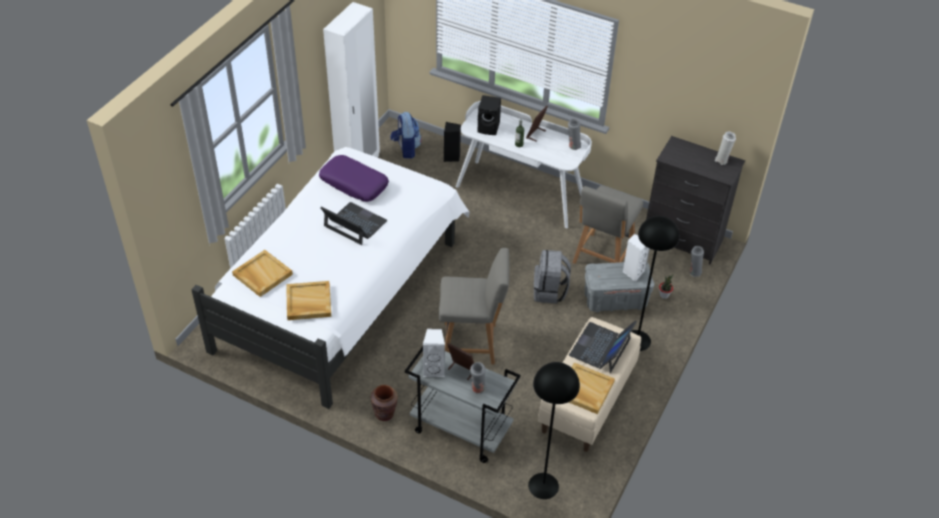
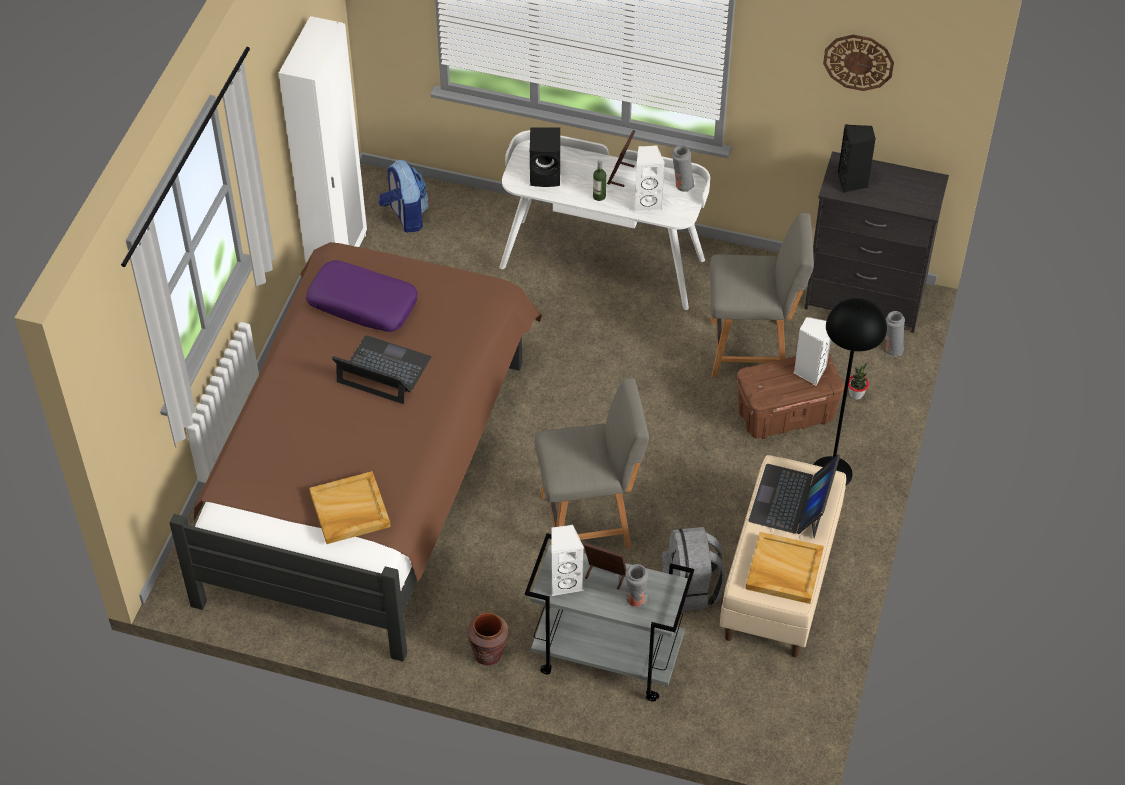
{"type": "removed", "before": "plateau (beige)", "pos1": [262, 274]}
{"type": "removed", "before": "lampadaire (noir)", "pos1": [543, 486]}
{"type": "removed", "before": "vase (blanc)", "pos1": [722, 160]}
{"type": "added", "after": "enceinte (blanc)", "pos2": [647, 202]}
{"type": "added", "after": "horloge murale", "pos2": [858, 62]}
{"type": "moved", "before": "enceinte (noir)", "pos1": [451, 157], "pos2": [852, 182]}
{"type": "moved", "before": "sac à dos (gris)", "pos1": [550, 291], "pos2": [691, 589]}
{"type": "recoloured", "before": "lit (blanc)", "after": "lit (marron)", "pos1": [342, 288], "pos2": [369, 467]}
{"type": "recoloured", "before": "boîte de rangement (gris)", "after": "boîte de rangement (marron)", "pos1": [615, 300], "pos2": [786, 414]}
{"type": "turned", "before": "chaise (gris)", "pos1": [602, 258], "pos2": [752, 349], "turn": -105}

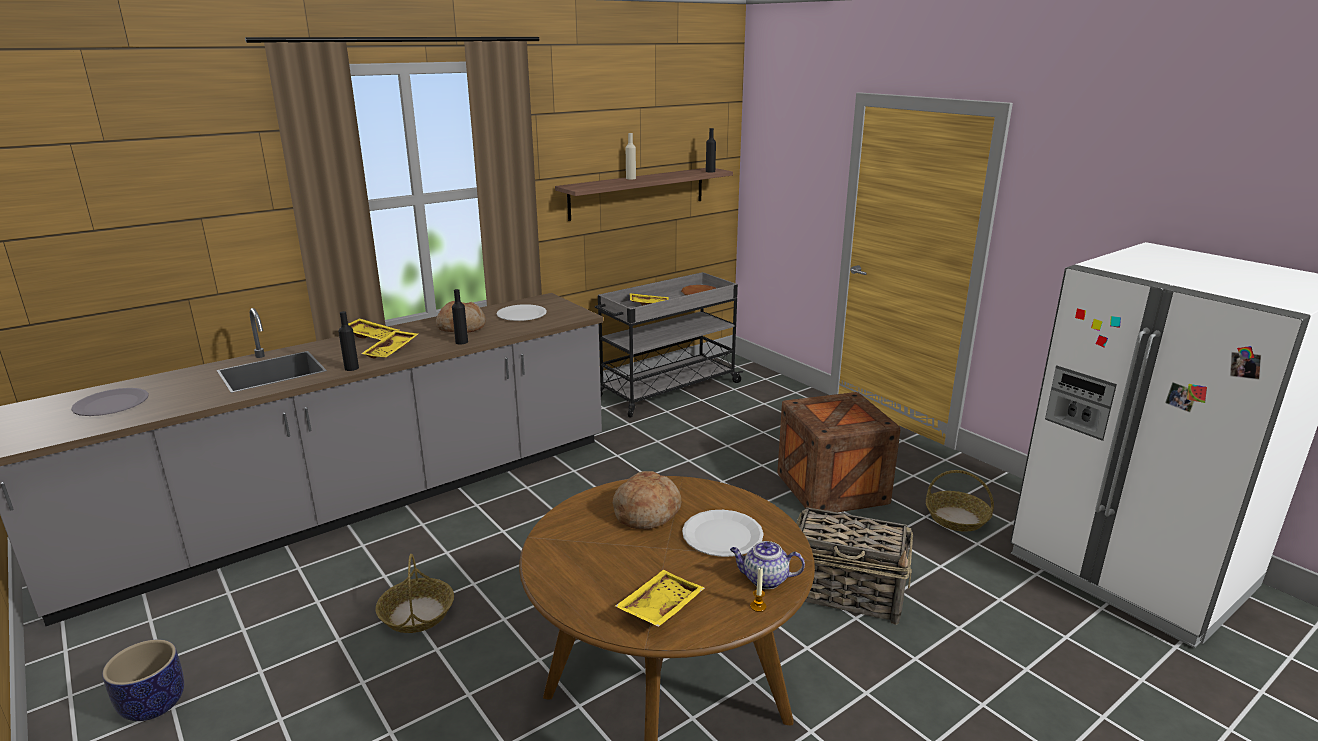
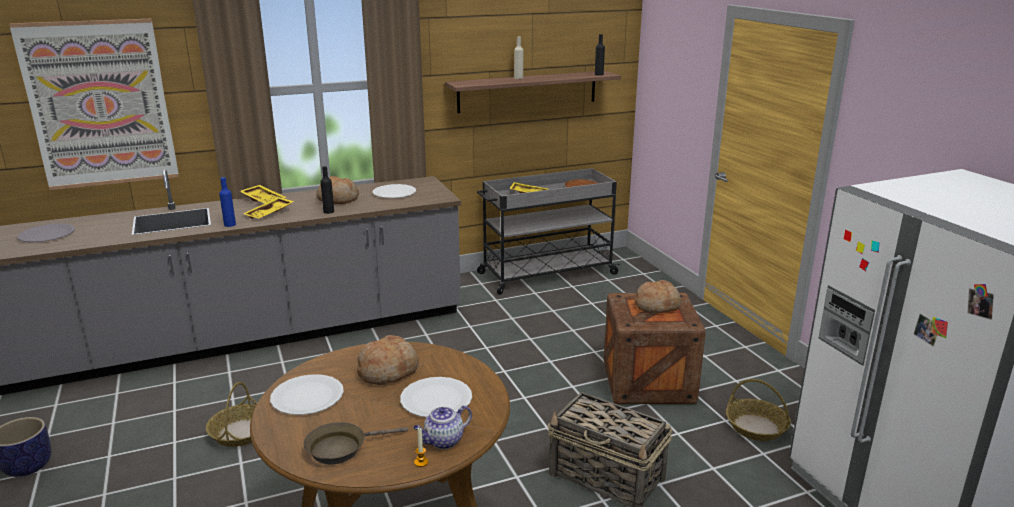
{"type": "added", "after": "tableau", "pos2": [100, 104]}
{"type": "added", "after": "assiette (blanc)", "pos2": [307, 397]}
{"type": "added", "after": "pain", "pos2": [657, 305]}
{"type": "replaced", "before": "plateau (jaune)", "after": "poêle (marron)", "pos1": [659, 607], "pos2": [341, 448]}
{"type": "recoloured", "before": "bouteille (noir)", "after": "bouteille (bleu)", "pos1": [351, 368], "pos2": [230, 224]}
{"type": "turned", "before": "théière", "pos1": [764, 580], "pos2": [443, 441], "turn": -60}

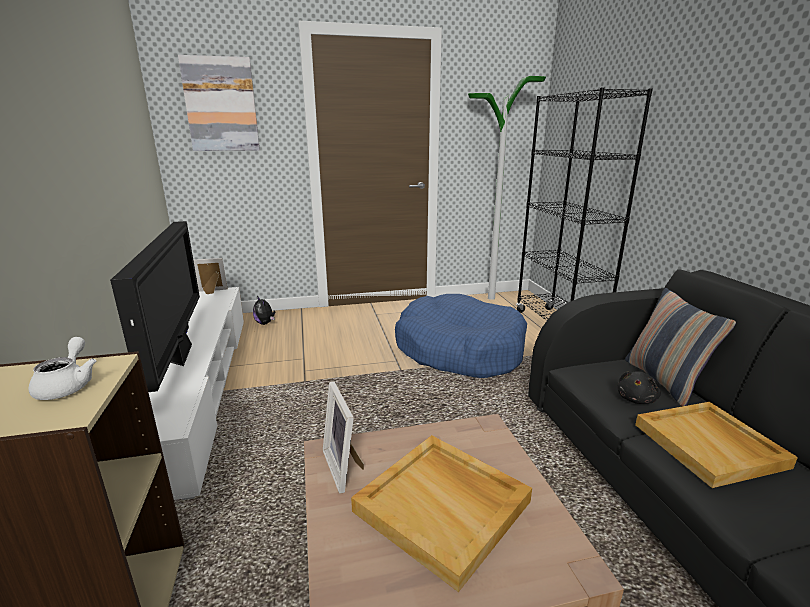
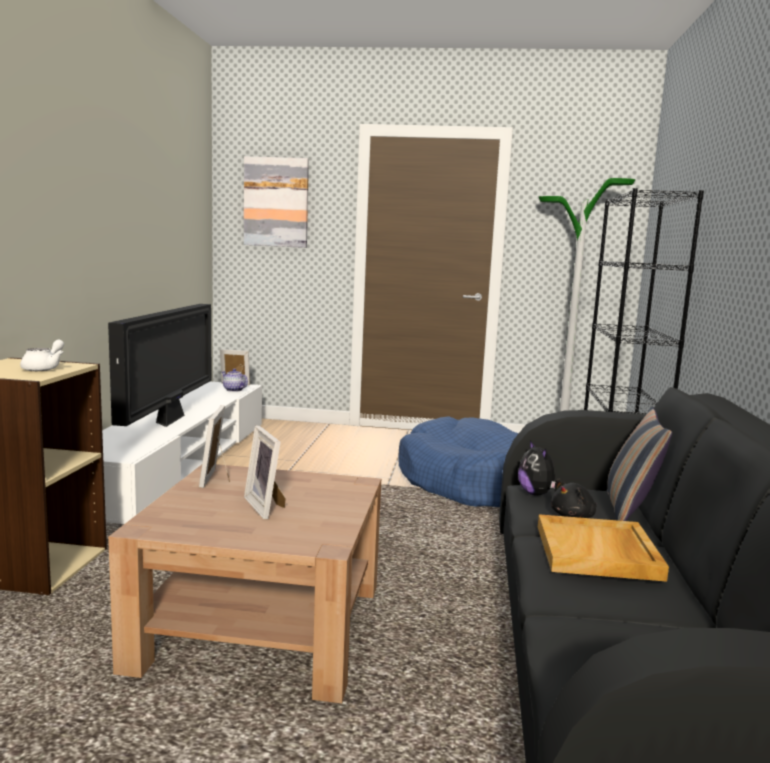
{"type": "added", "after": "théière", "pos2": [233, 390]}
{"type": "moved", "before": "peluche", "pos1": [265, 323], "pos2": [536, 494]}
{"type": "replaced", "before": "plateau (beige)", "after": "cadre photo", "pos1": [444, 506], "pos2": [267, 506]}

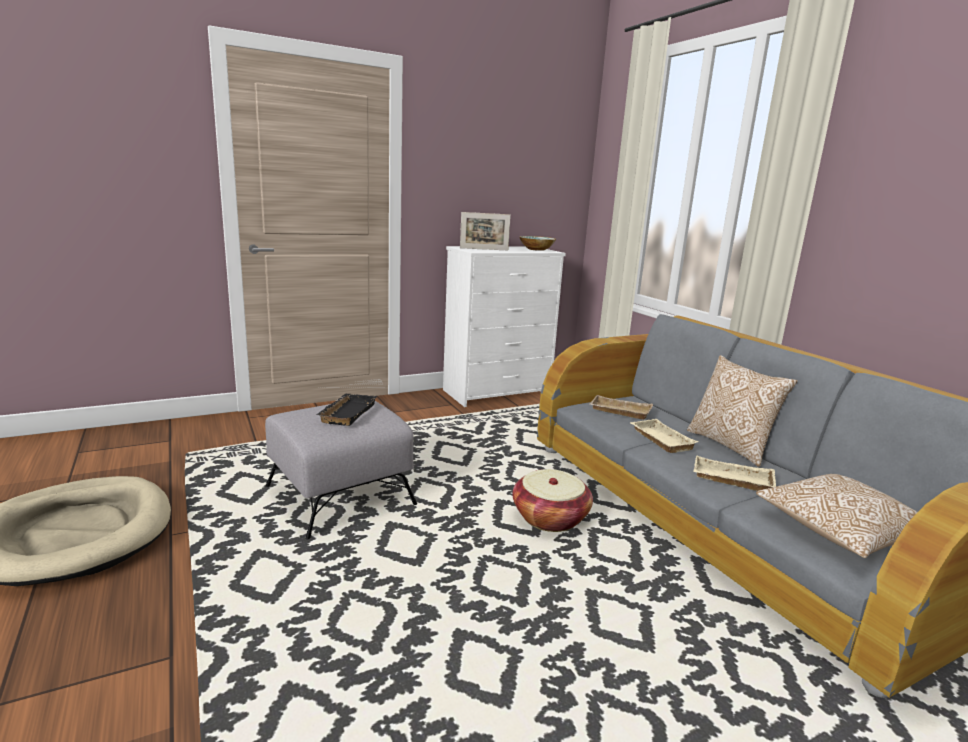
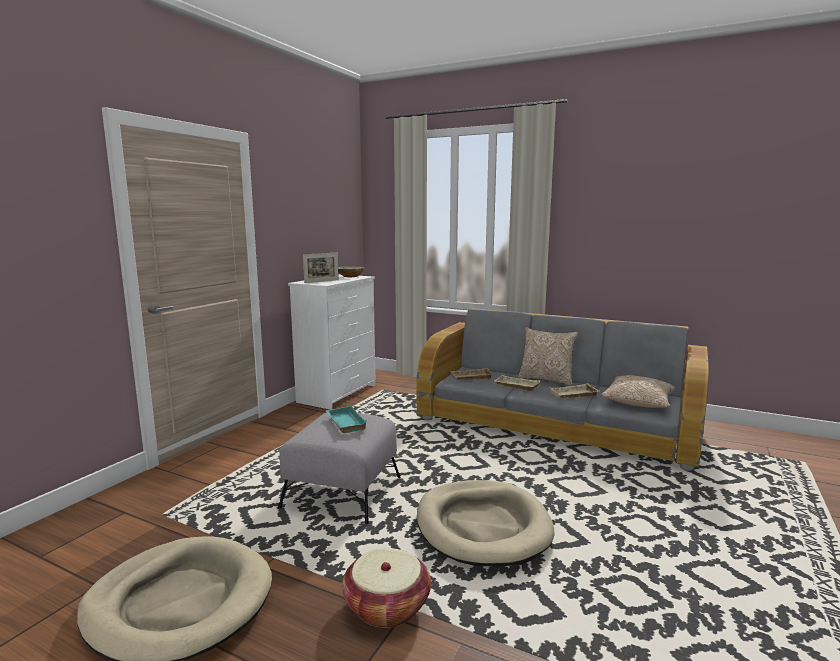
{"type": "added", "after": "panier pour chien (beige)", "pos2": [482, 526]}
{"type": "moved", "before": "panier", "pos1": [550, 518], "pos2": [387, 606]}
{"type": "recoloured", "before": "plateau (noir)", "after": "plateau (turquoise)", "pos1": [346, 413], "pos2": [344, 423]}

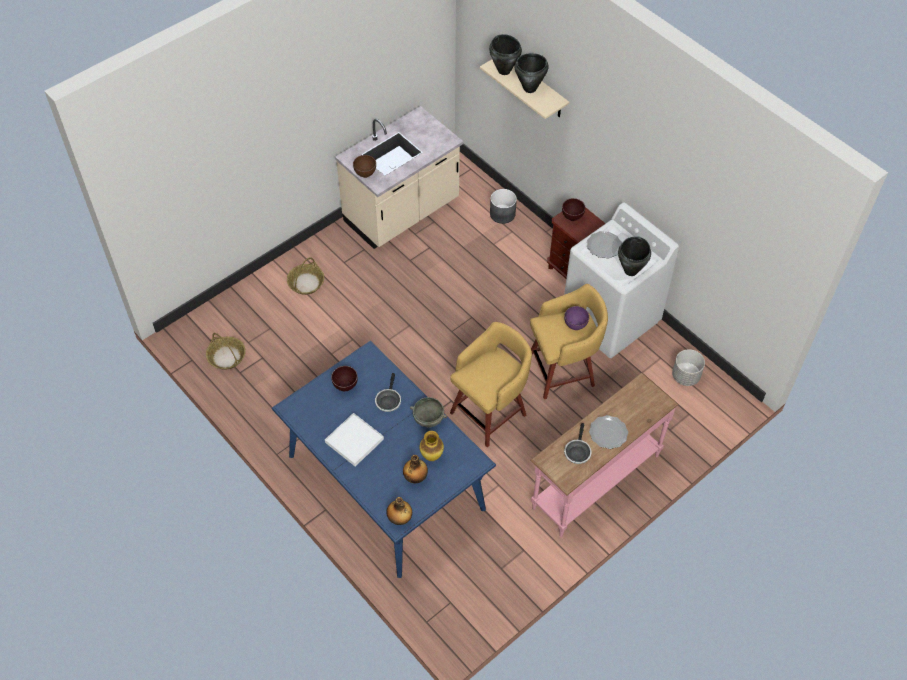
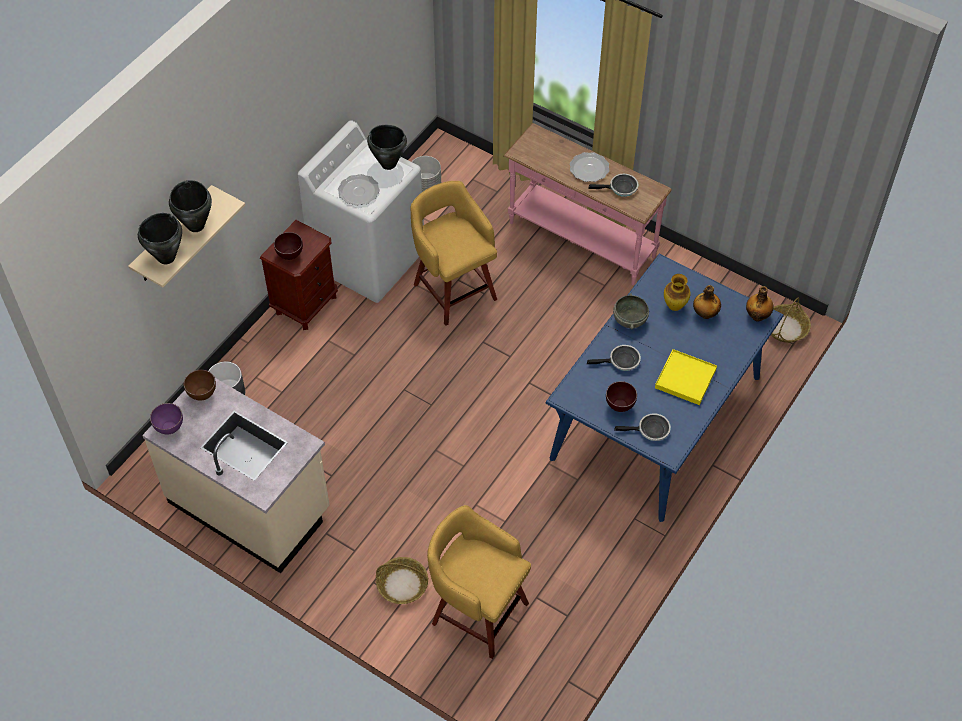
{"type": "added", "after": "poêle", "pos2": [650, 430]}
{"type": "moved", "before": "panier", "pos1": [227, 357], "pos2": [785, 328]}
{"type": "moved", "before": "bol (marron)", "pos1": [366, 174], "pos2": [202, 394]}
{"type": "moved", "before": "tabouret (jaune)", "pos1": [490, 412], "pos2": [477, 611]}
{"type": "moved", "before": "bol (violet)", "pos1": [574, 326], "pos2": [169, 429]}
{"type": "recoloured", "before": "plateau (blanc)", "after": "plateau (jaune)", "pos1": [354, 441], "pos2": [685, 379]}

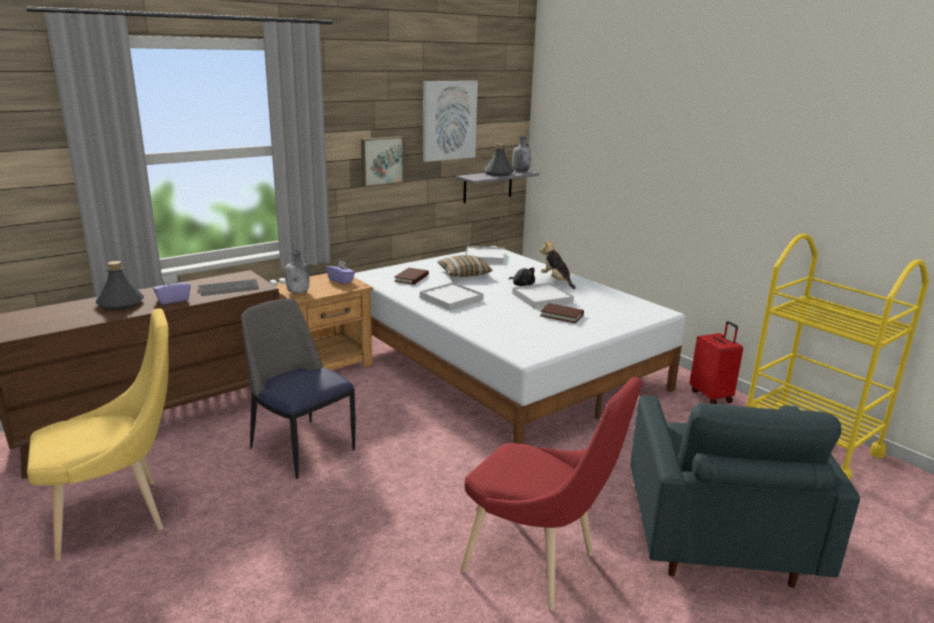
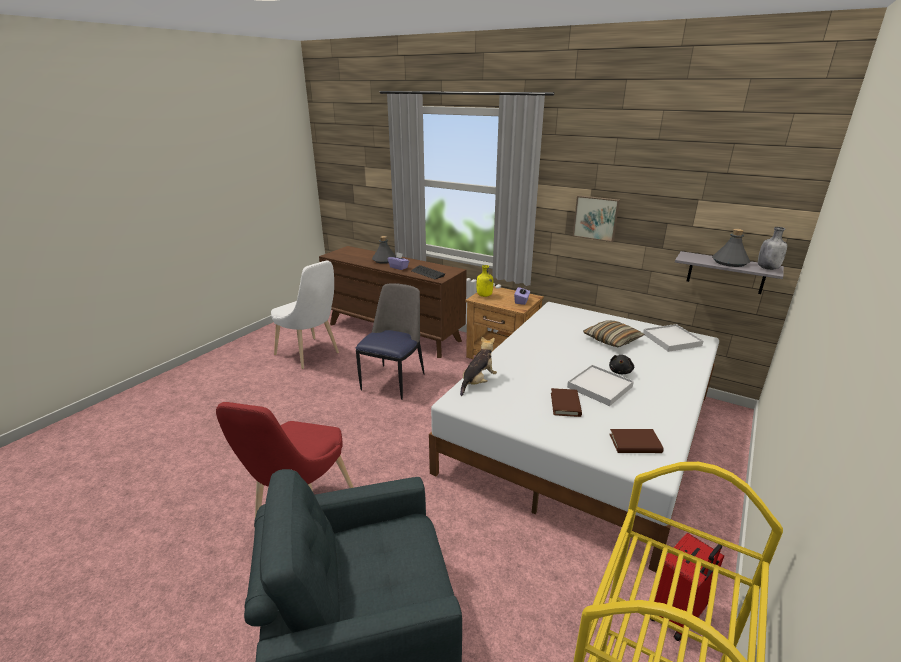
{"type": "removed", "before": "plateau (blanc)", "pos1": [451, 299]}
{"type": "removed", "before": "tableau", "pos1": [449, 120]}
{"type": "moved", "before": "livre (marron)", "pos1": [411, 278], "pos2": [635, 444]}
{"type": "moved", "before": "peluche", "pos1": [556, 281], "pos2": [478, 382]}
{"type": "recoloured", "before": "chaise (jaune)", "after": "chaise (blanc)", "pos1": [119, 515], "pos2": [310, 355]}
{"type": "recoloured", "before": "bouteille (gris)", "after": "bouteille (jaune)", "pos1": [299, 292], "pos2": [484, 295]}

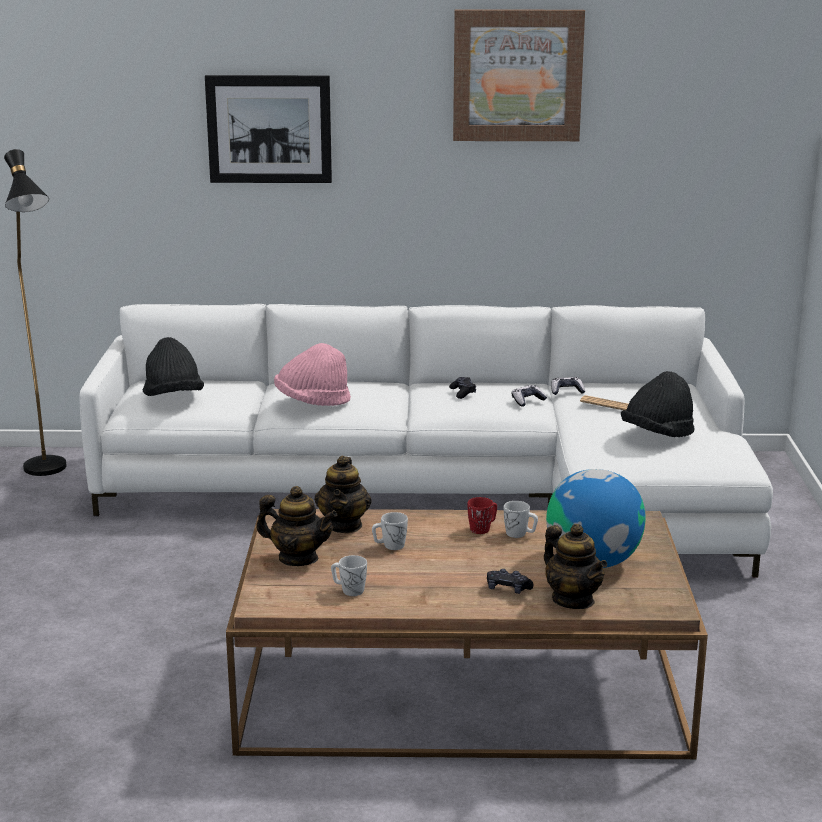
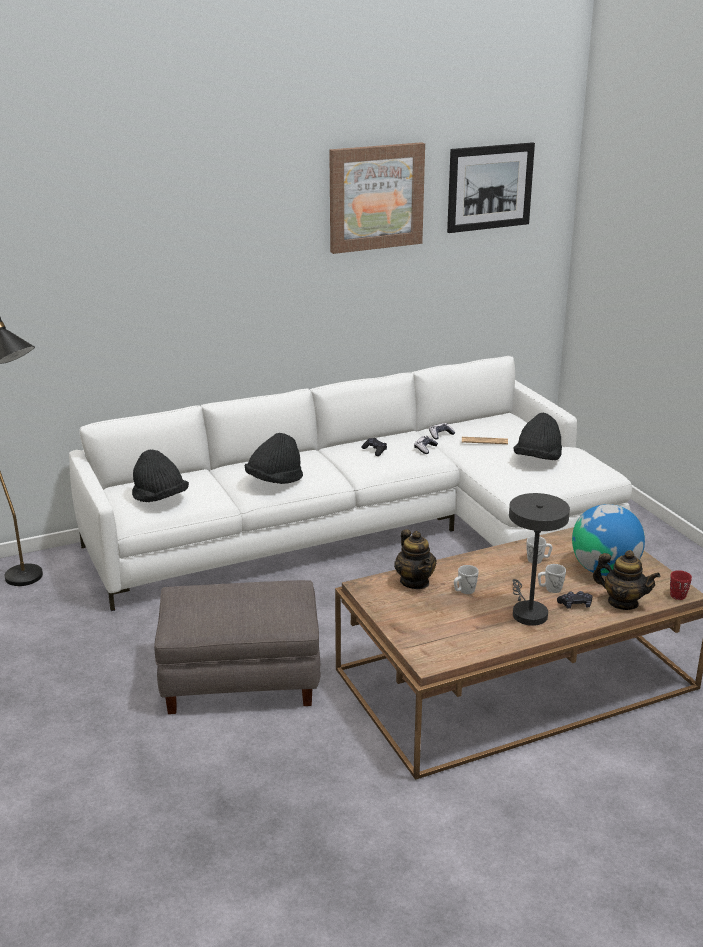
{"type": "removed", "before": "théière", "pos1": [298, 558]}
{"type": "added", "after": "pouf (gris)", "pos2": [239, 679]}
{"type": "added", "after": "lampe de table (gris)", "pos2": [527, 612]}
{"type": "moved", "before": "tableau", "pos1": [269, 129], "pos2": [490, 187]}
{"type": "moved", "before": "mug (blanc)", "pos1": [348, 590], "pos2": [550, 589]}
{"type": "moved", "before": "mug (rouge)", "pos1": [483, 528], "pos2": [678, 594]}
{"type": "recoloured", "before": "chapeau (rose)", "after": "chapeau (noir)", "pos1": [312, 402], "pos2": [274, 481]}

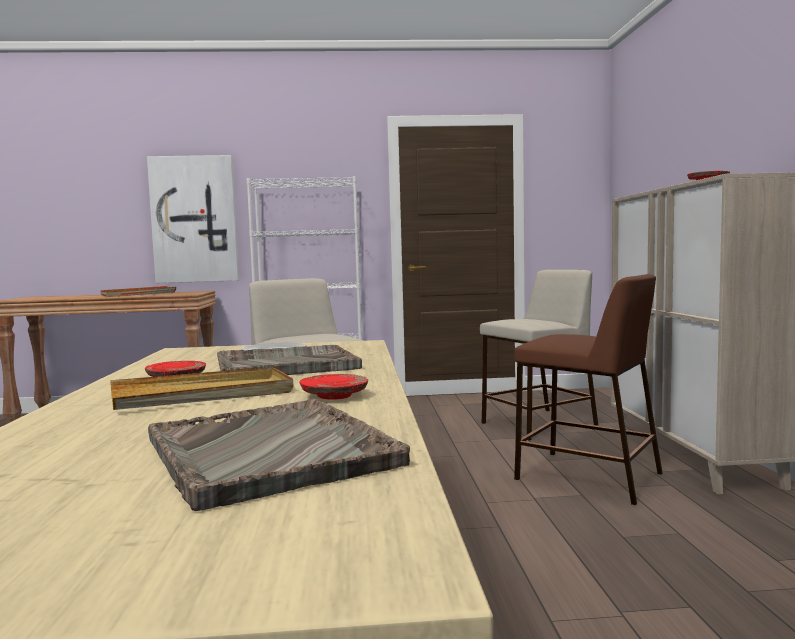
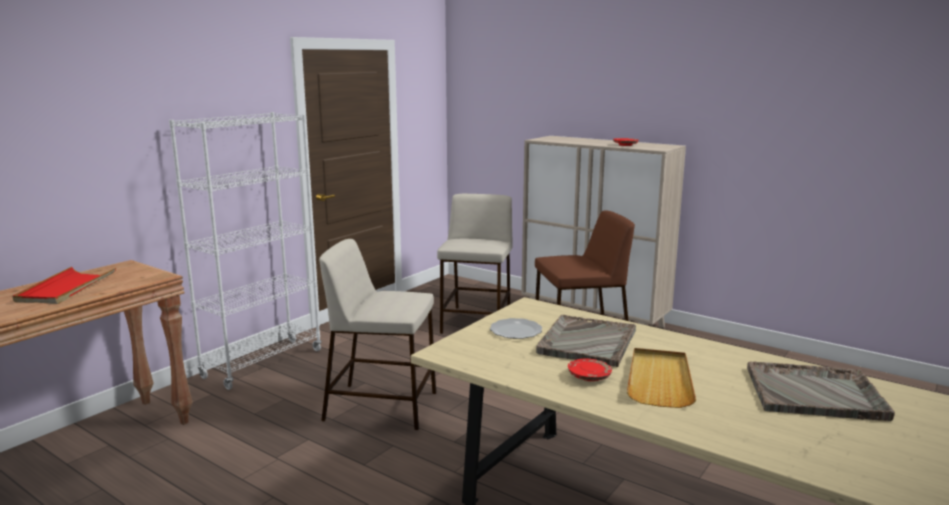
{"type": "removed", "before": "tableau", "pos1": [194, 219]}
{"type": "removed", "before": "assiette (rouge)", "pos1": [334, 396]}

